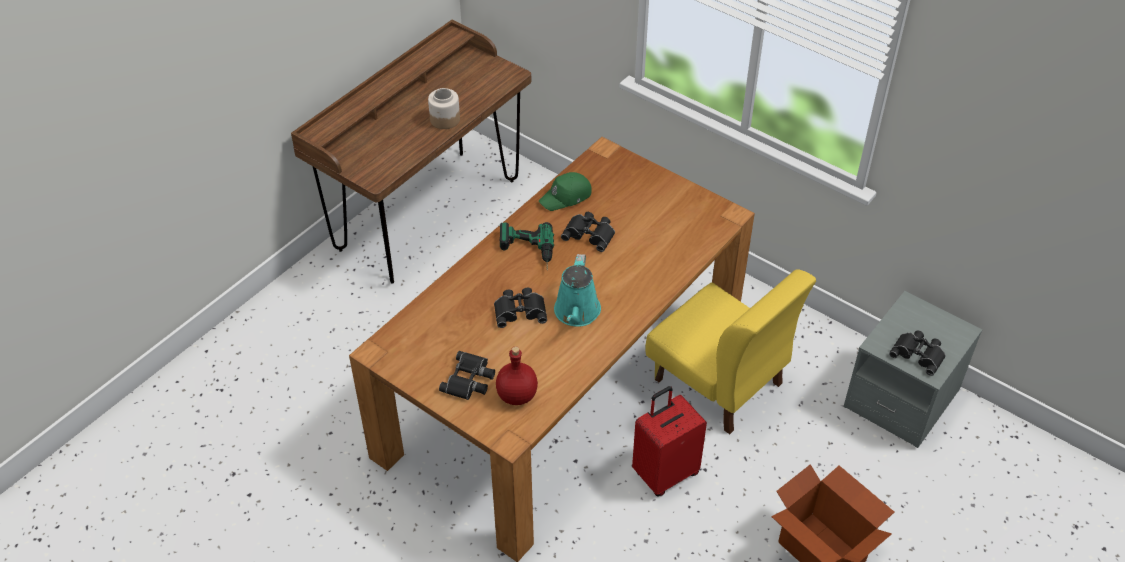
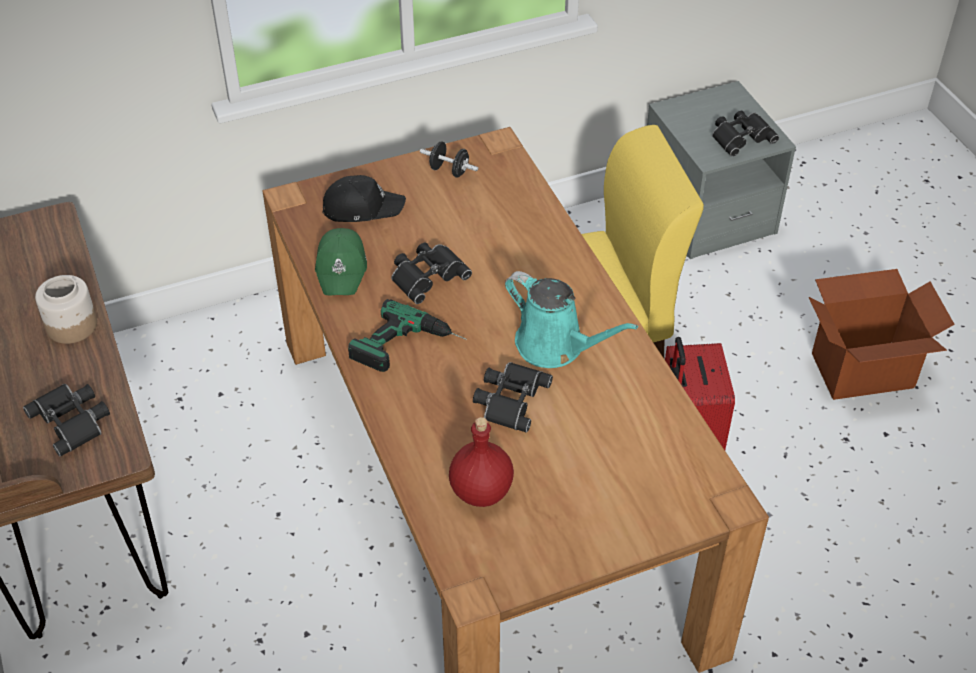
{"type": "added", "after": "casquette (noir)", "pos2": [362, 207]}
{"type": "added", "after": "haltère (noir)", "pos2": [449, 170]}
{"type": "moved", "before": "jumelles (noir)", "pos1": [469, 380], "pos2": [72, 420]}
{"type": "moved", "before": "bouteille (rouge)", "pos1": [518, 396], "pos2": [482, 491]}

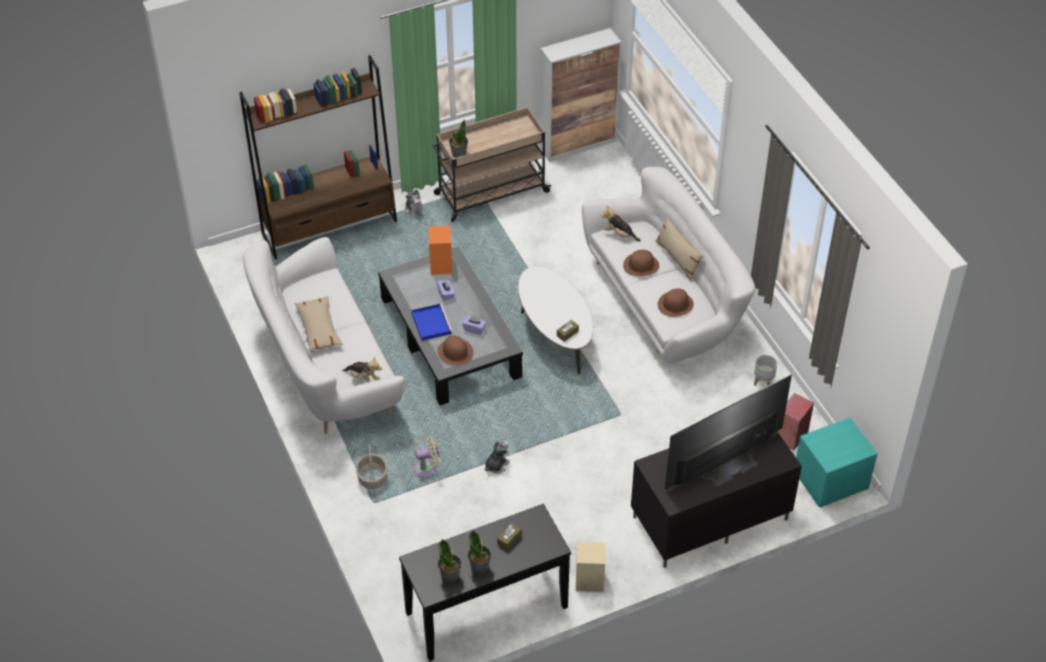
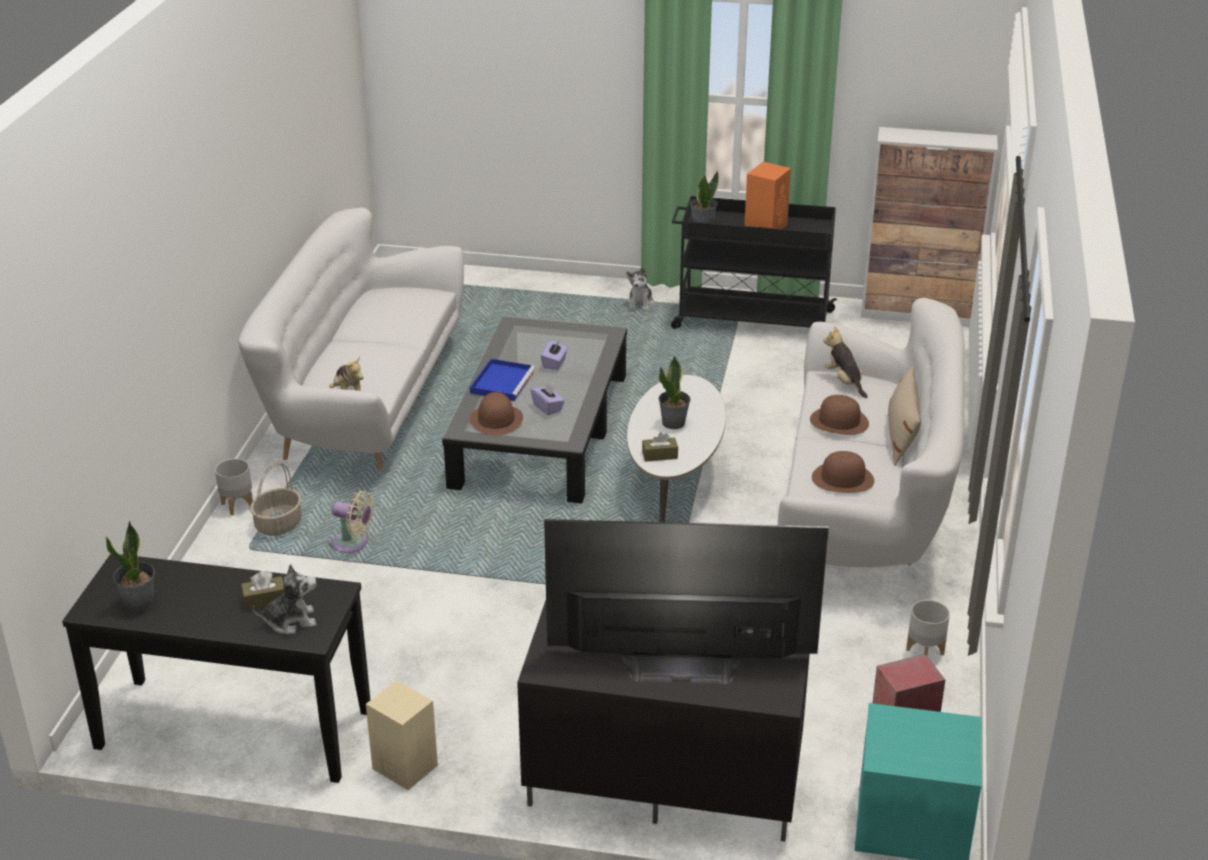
{"type": "removed", "before": "bibliothèque (marron)", "pos1": [330, 227]}
{"type": "removed", "before": "coussin (beige)", "pos1": [318, 329]}
{"type": "added", "after": "cache-pot (gris)", "pos2": [237, 505]}
{"type": "moved", "before": "enceinte (orange)", "pos1": [441, 265], "pos2": [766, 227]}
{"type": "moved", "before": "plante en pot", "pos1": [479, 567], "pos2": [674, 423]}
{"type": "moved", "before": "peluche", "pos1": [496, 465], "pos2": [290, 621]}
{"type": "recoloured", "before": "chariot (beige)", "after": "chariot (noir)", "pos1": [490, 193], "pos2": [751, 320]}

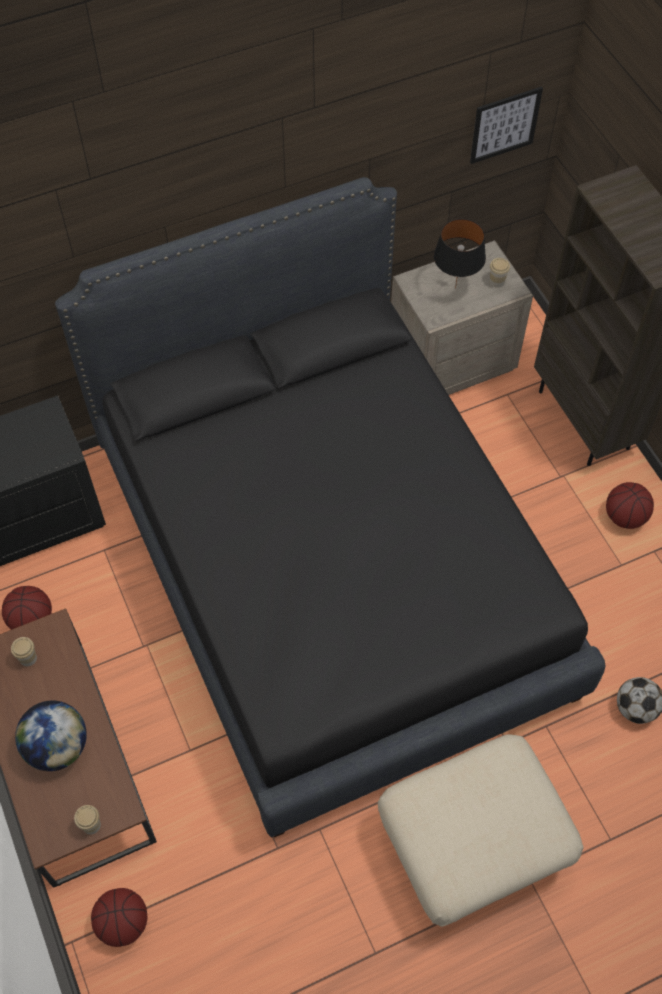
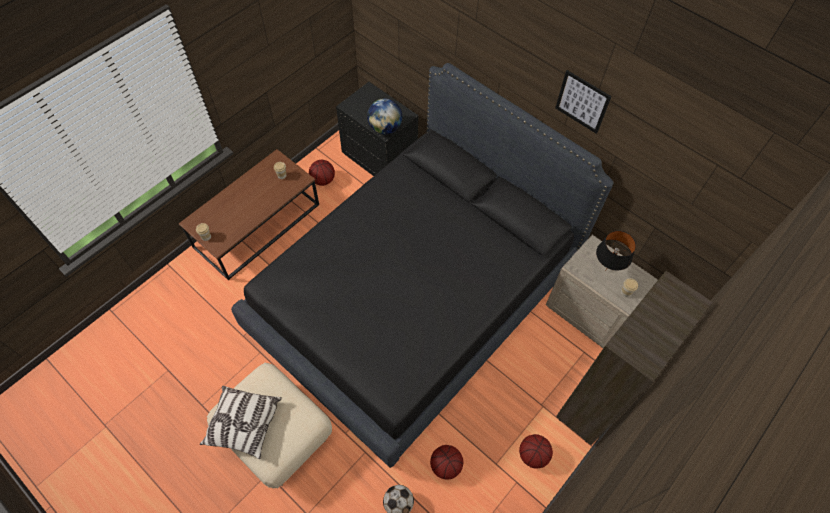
{"type": "added", "after": "coussin", "pos2": [244, 424]}
{"type": "moved", "before": "globe", "pos1": [57, 747], "pos2": [385, 128]}
{"type": "moved", "before": "ballon de basket", "pos1": [123, 923], "pos2": [445, 466]}
{"type": "moved", "before": "tableau", "pos1": [505, 125], "pos2": [582, 102]}

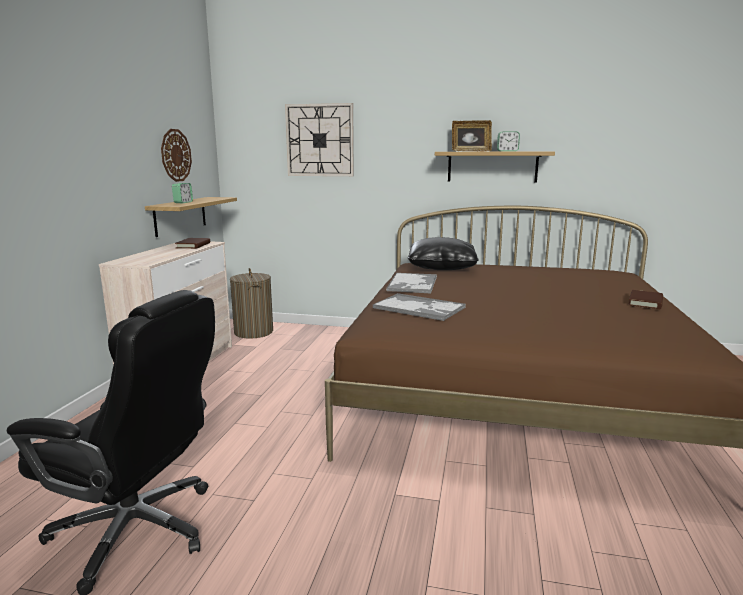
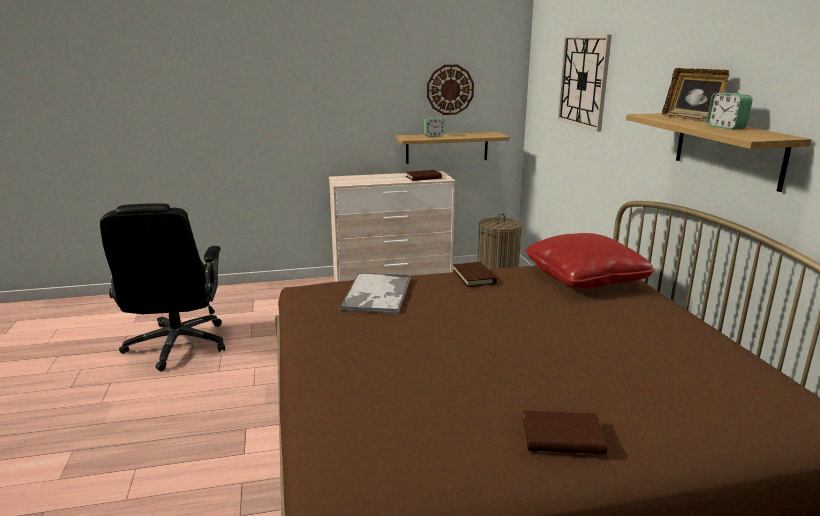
{"type": "replaced", "before": "plateau", "after": "livre (marron)", "pos1": [412, 284], "pos2": [474, 277]}
{"type": "recoloured", "before": "coussin (noir)", "after": "coussin (rouge)", "pos1": [441, 267], "pos2": [584, 278]}

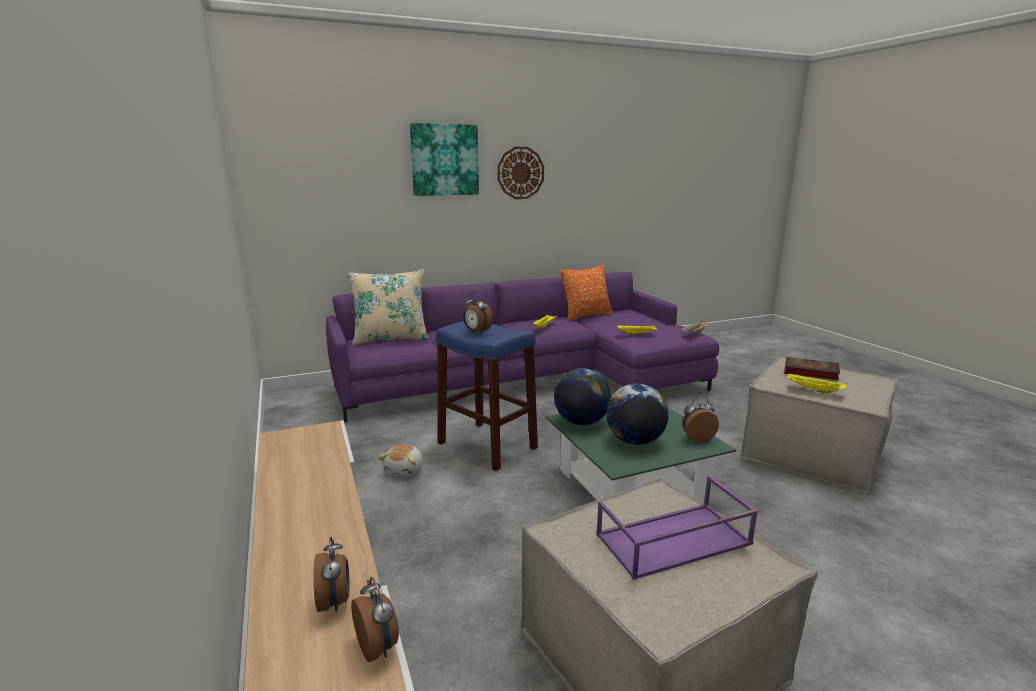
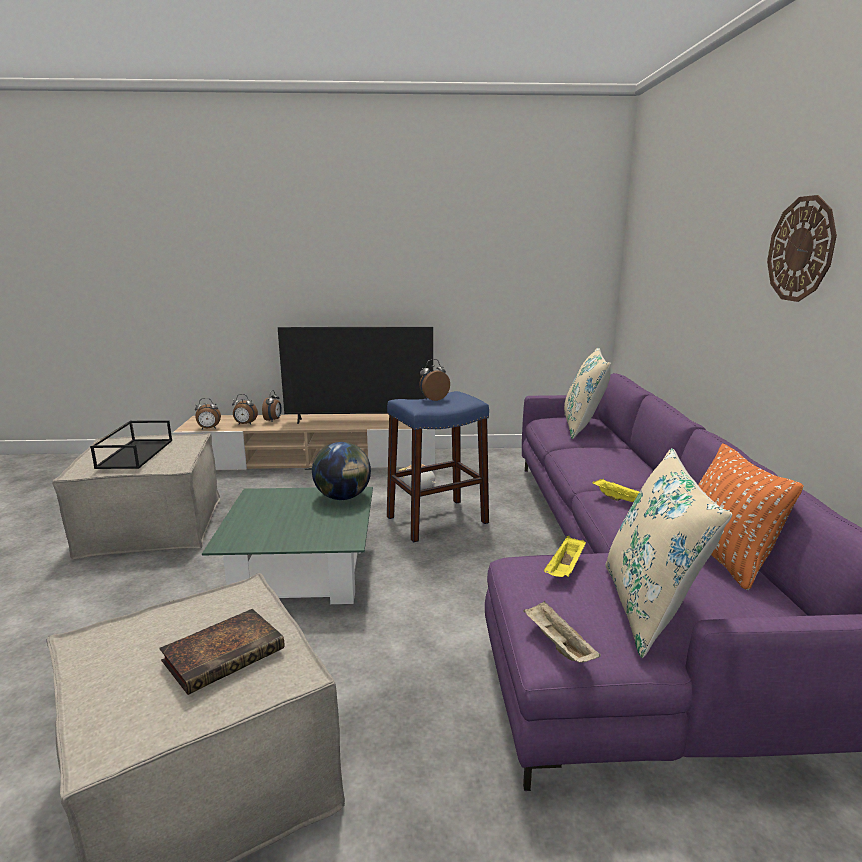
{"type": "removed", "before": "tableau", "pos1": [444, 160]}
{"type": "removed", "before": "globe", "pos1": [635, 441]}
{"type": "removed", "before": "plateau (jaune)", "pos1": [814, 390]}
{"type": "added", "after": "téléviseur", "pos2": [359, 421]}
{"type": "added", "after": "coussin (beige)", "pos2": [649, 608]}
{"type": "moved", "before": "réveil", "pos1": [696, 439], "pos2": [273, 420]}
{"type": "recoloured", "before": "plateau (violet)", "after": "plateau (noir)", "pos1": [673, 541], "pos2": [135, 453]}

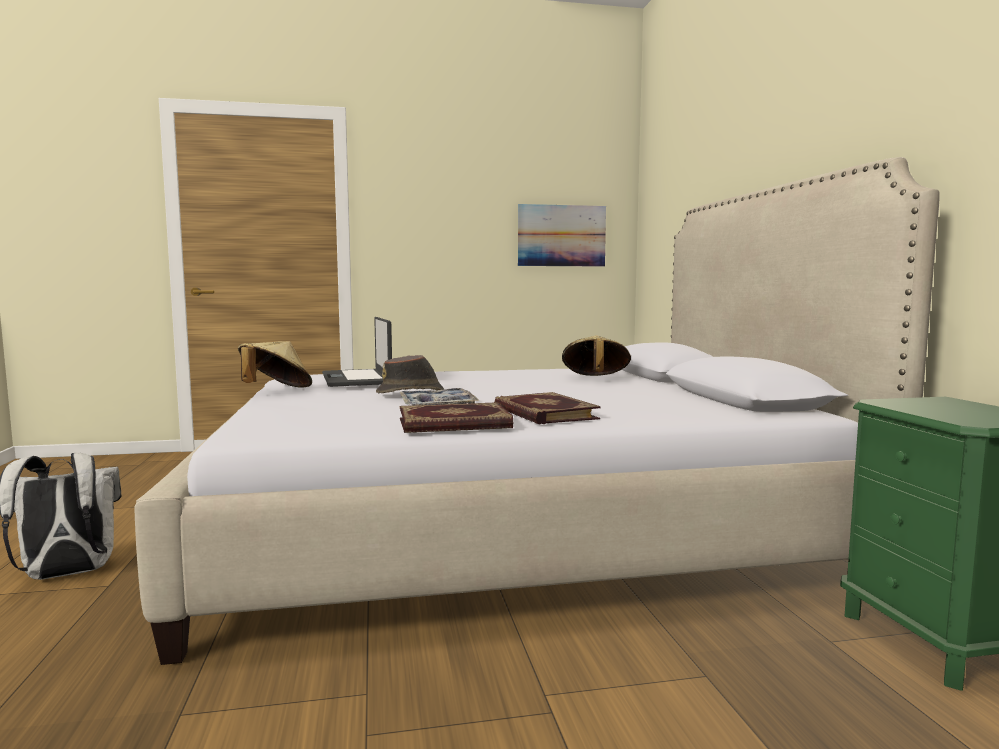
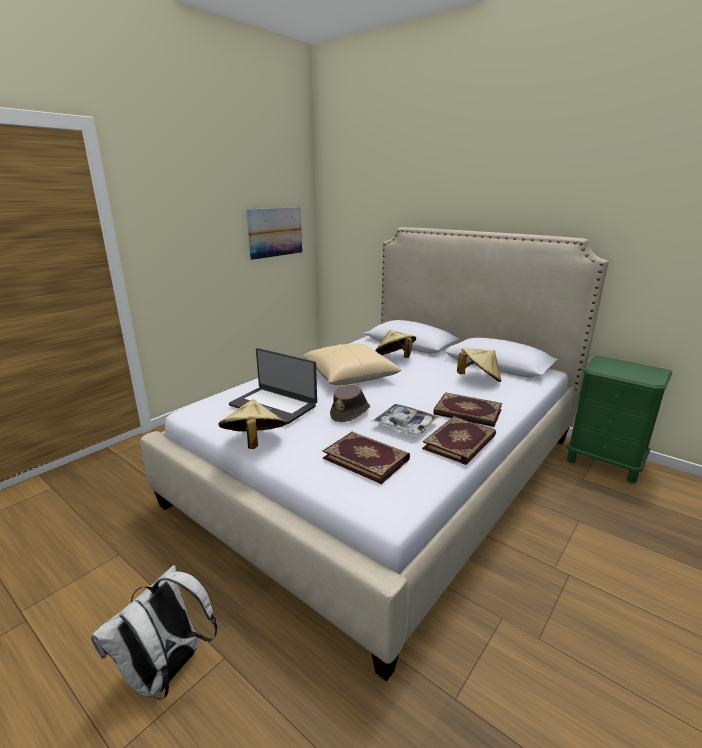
{"type": "added", "after": "coussin (beige)", "pos2": [350, 375]}
{"type": "added", "after": "livre", "pos2": [366, 458]}
{"type": "added", "after": "chapeau (beige)", "pos2": [479, 379]}

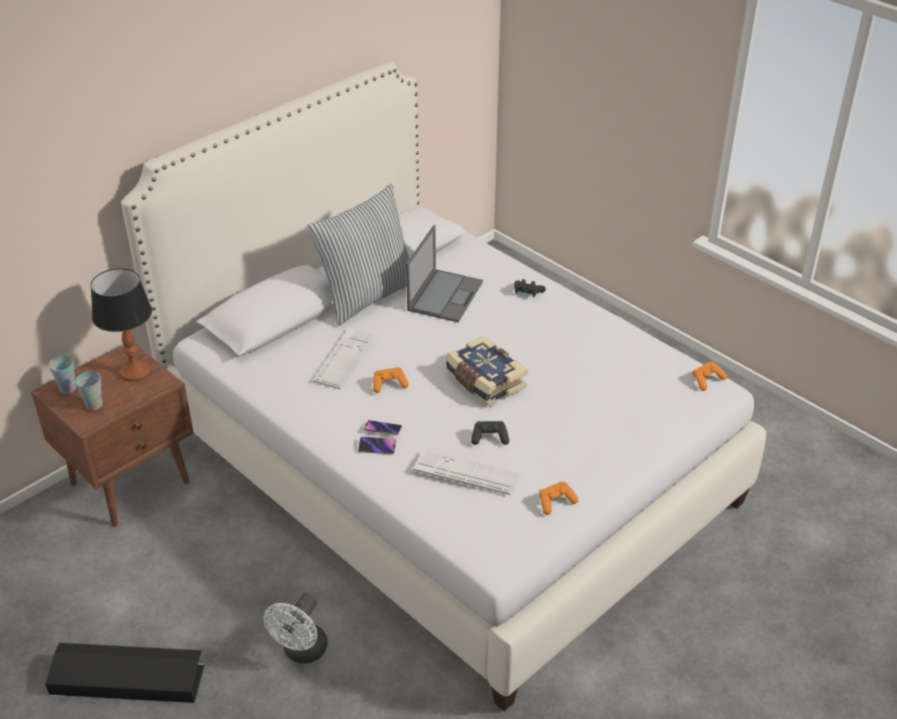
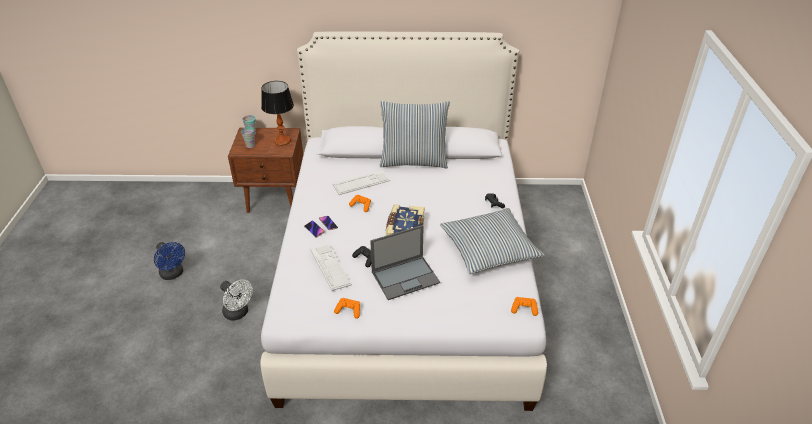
{"type": "added", "after": "coussin", "pos2": [489, 248]}
{"type": "moved", "before": "ordinateur portable", "pos1": [445, 295], "pos2": [406, 277]}
{"type": "replaced", "before": "boîte de rangement (noir)", "after": "ventilateur (bleu)", "pos1": [127, 678], "pos2": [173, 274]}
{"type": "turned", "before": "ventilateur (blanc)", "pos1": [302, 652], "pos2": [238, 313], "turn": -120}

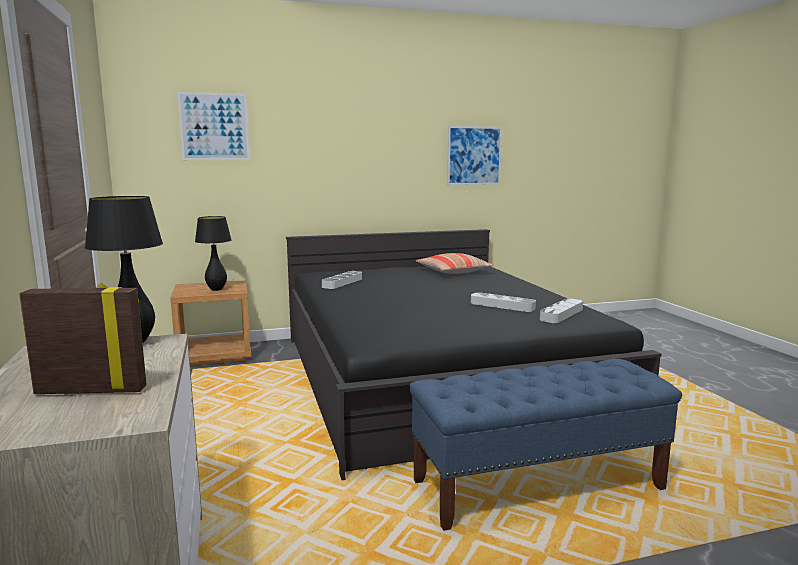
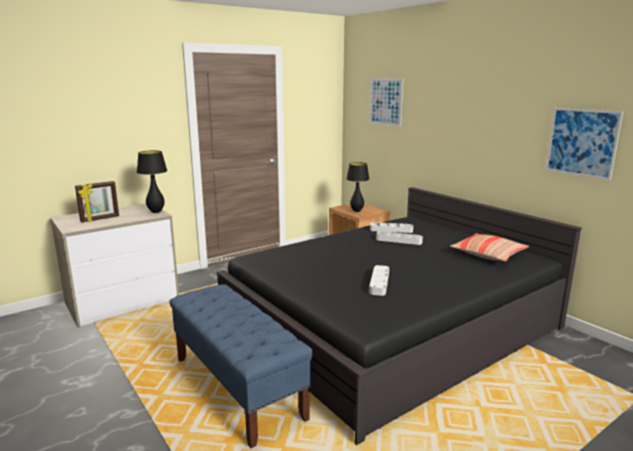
{"type": "moved", "before": "plateau (gris)", "pos1": [561, 314], "pos2": [399, 240]}
{"type": "turned", "before": "cadre photo", "pos1": [92, 390], "pos2": [100, 219], "turn": 75}

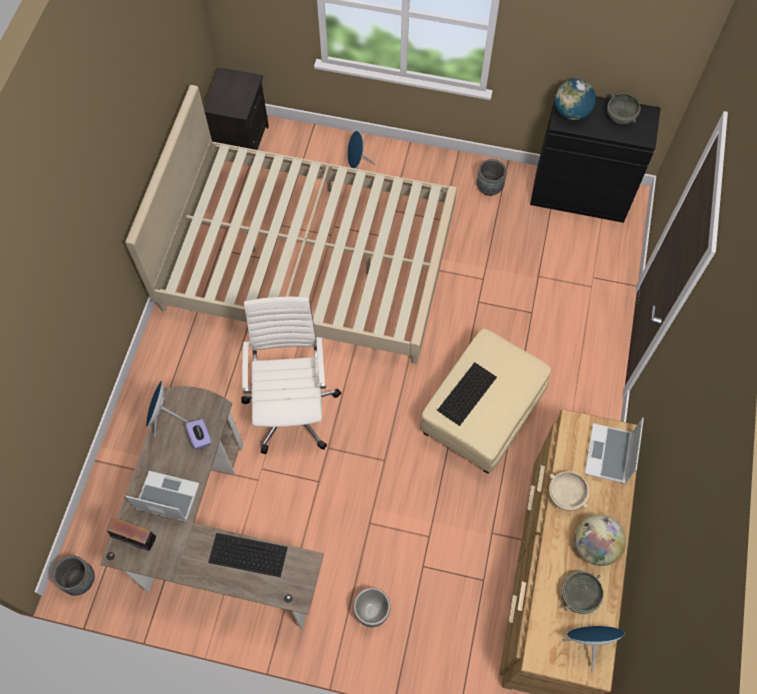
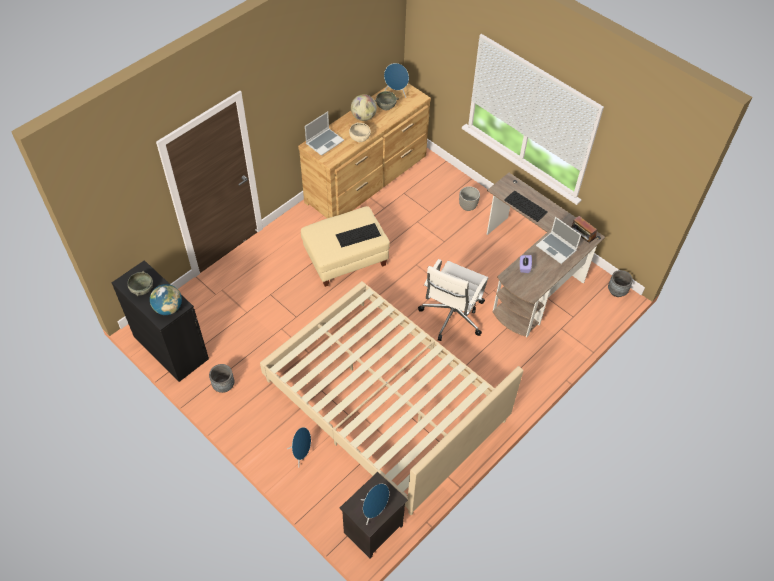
{"type": "moved", "before": "enceinte (bleu)", "pos1": [164, 418], "pos2": [374, 510]}

